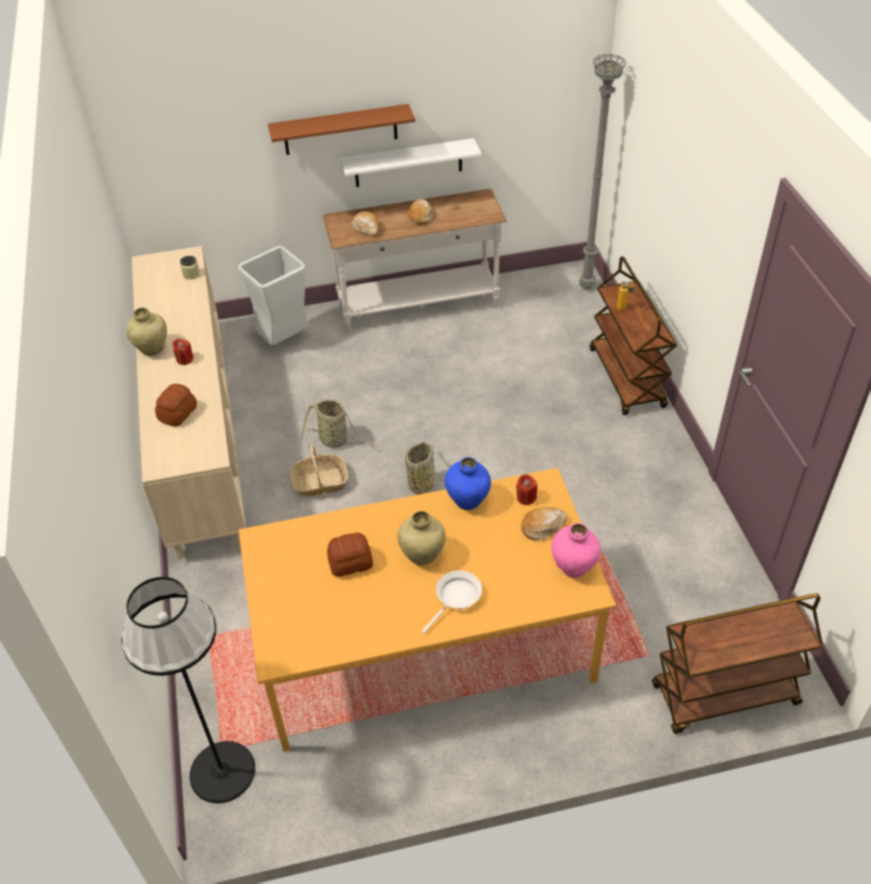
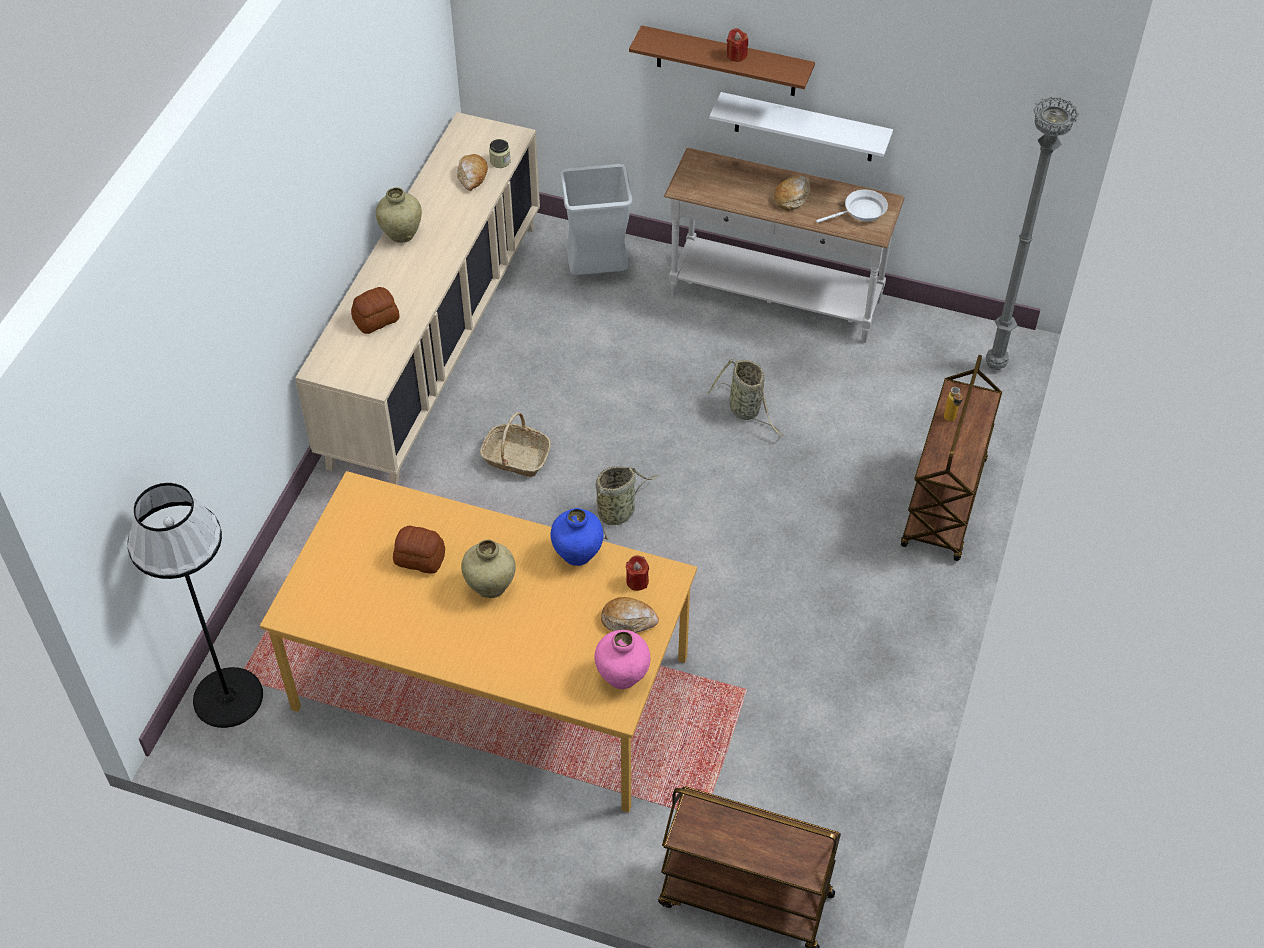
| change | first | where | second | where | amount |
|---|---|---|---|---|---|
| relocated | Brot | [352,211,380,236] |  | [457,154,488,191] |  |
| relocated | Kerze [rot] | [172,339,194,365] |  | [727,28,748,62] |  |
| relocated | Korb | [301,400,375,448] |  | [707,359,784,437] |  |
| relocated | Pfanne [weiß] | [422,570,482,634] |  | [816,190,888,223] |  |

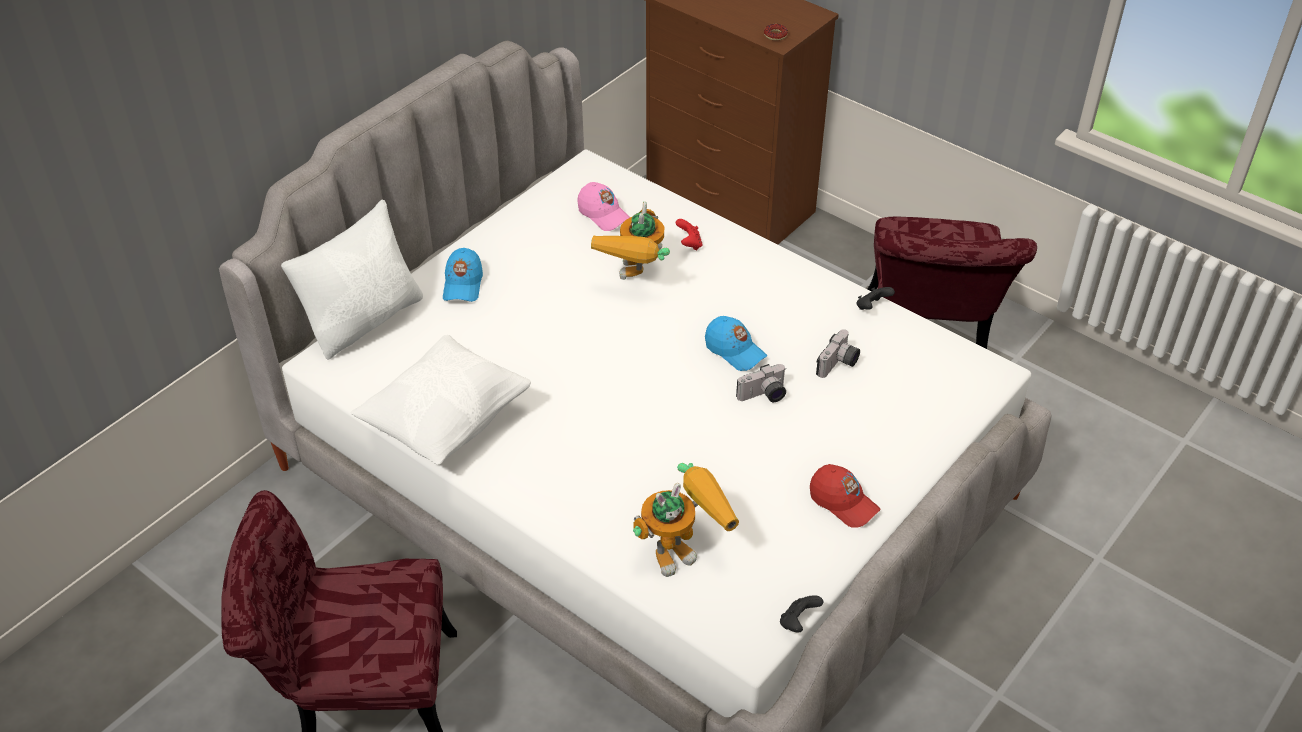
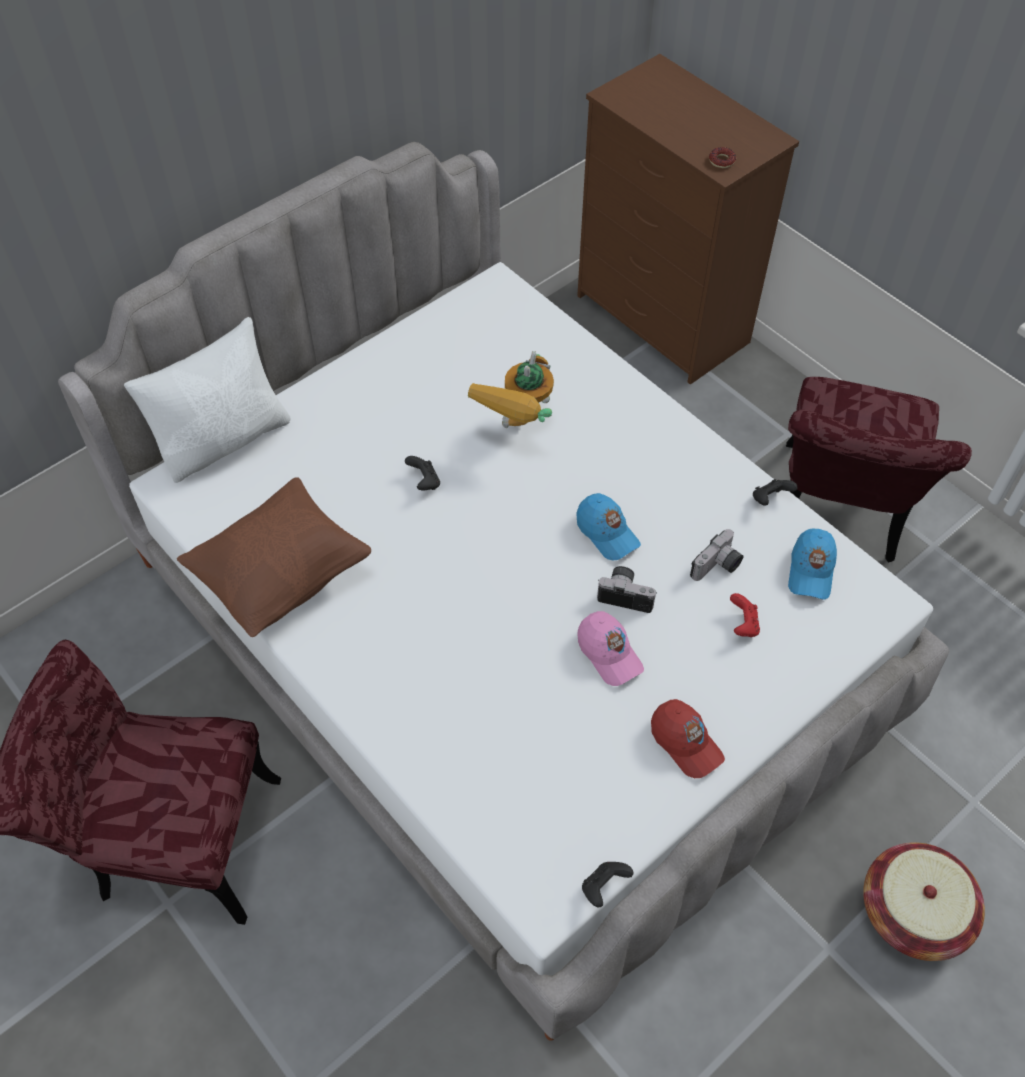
| change | first | where | second | where | amount |
|---|---|---|---|---|---|
| relocated | Kappe [rosa] | [577,182,630,231] |  | [578,611,644,686] |  |
| relocated | Gamepad [rot] | [676,219,703,250] |  | [730,593,760,637] |  |
| relocated | Kappe [blau] | [443,248,483,302] |  | [788,529,837,600] |  |
| colour | Kissen [weiß] | [351,335,531,464] | Kissen [braun] | [177,478,371,637] |  |
| spun | Kamera | [736,364,786,402] |  | [597,566,657,613] | 150 degrees counterclockwise |
| missing | Spielzeugroboter | [633,463,739,577] |  |  |  |
| appeared |  |  | Gamepad [schwarz] | [405,456,440,490] |  |
| appeared |  |  | Korb | [863,842,985,961] |  |

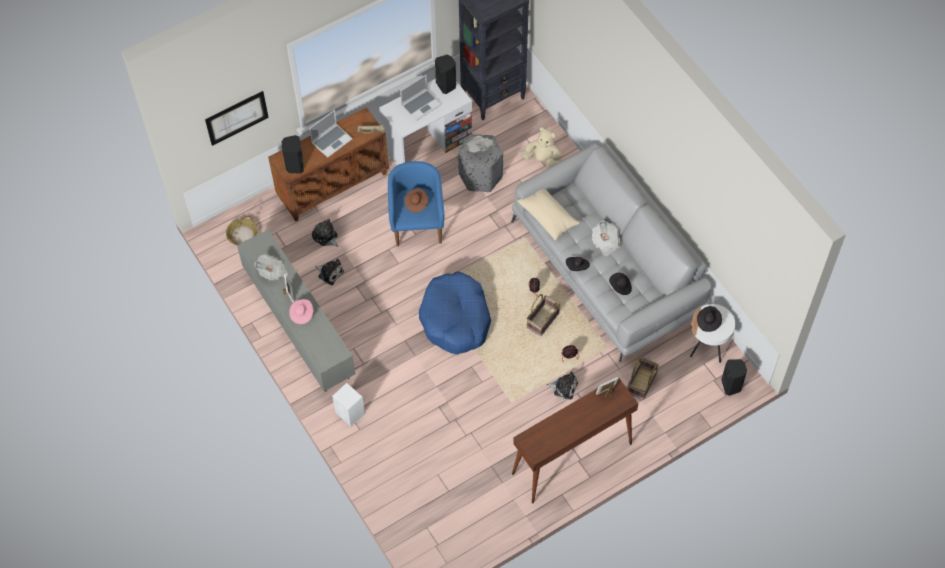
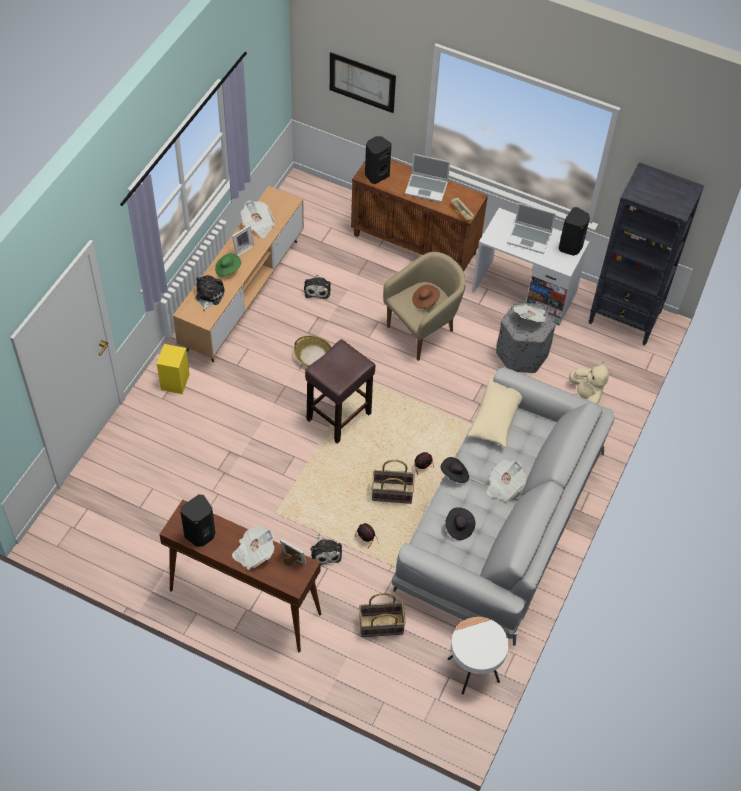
| change | first | where | second | where | amount |
|---|---|---|---|---|---|
| colour | Sessel [blau] | [388,161,444,247] | Sessel [beige] | [383,252,466,361] |  |
| relocated | Korb | [226,216,258,245] |  | [294,336,332,367] |  |
| relocated | Plüschtier | [312,219,339,246] |  | [195,275,225,312] |  |
| colour | Fernsehschrank [grau] | [237,229,355,391] | Fernsehschrank [braun] | [173,186,304,362] |  |
| exchanged | Hundebett [blau] | [419,272,491,355] | Hocker [braun] | [305,339,376,444] |  |
| colour | Hut [rosa] | [289,299,313,324] | Hut [grün] | [215,253,241,277] |  |
| missing | Hut [schwarz] | [697,306,722,332] |  |  |  |
| relocated | Lautsprecher [schwarz] | [721,359,747,396] |  | [180,494,215,547] |  |
| colour | Lautsprecher [weiß] | [332,383,365,426] | Lautsprecher [gelb] | [157,344,190,394] |  |
| appeared |  |  | Zeitung | [232,525,275,570] |  |

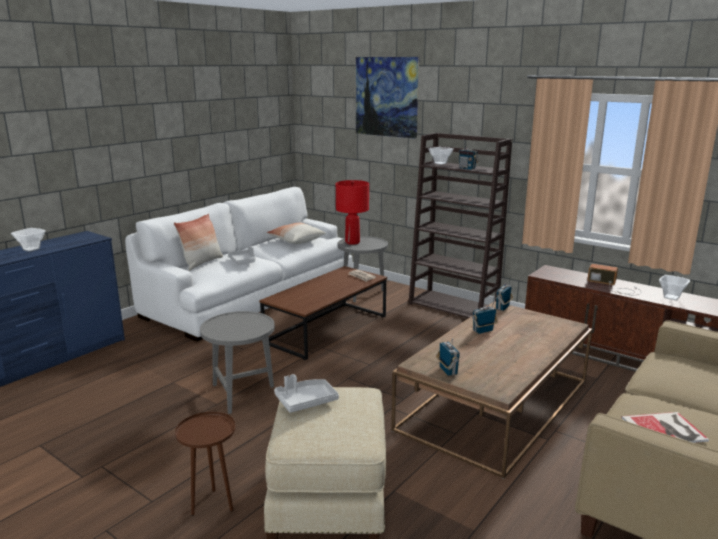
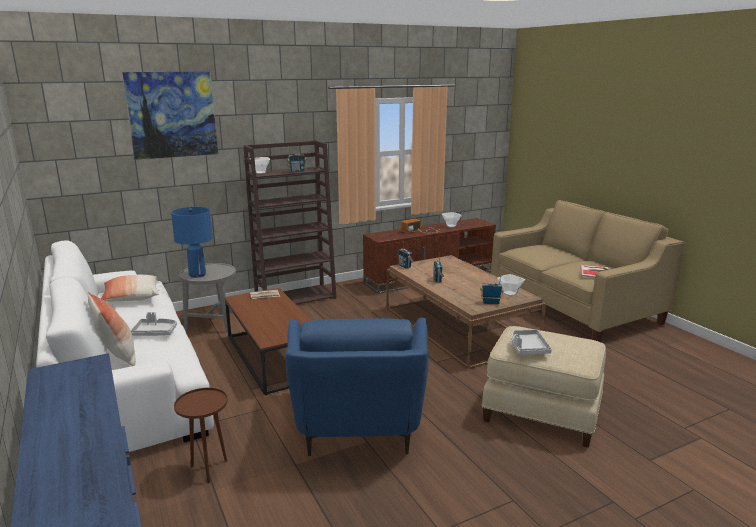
| change | first | where | second | where | amount |
|---|---|---|---|---|---|
| colour | Tischlampe [rot] | [336,180,369,245] | Tischlampe [blau] | [171,207,213,278] |  |
| relocated | Schüssel | [11,228,46,252] |  | [497,274,525,296] |  |
| exchanged | Beistelltisch [grau] | [200,311,275,414] | Sessel [blau] | [285,318,429,456] |  |
| relocated | Beistelltisch [braun] | [175,412,236,516] |  | [174,388,228,483] |  |

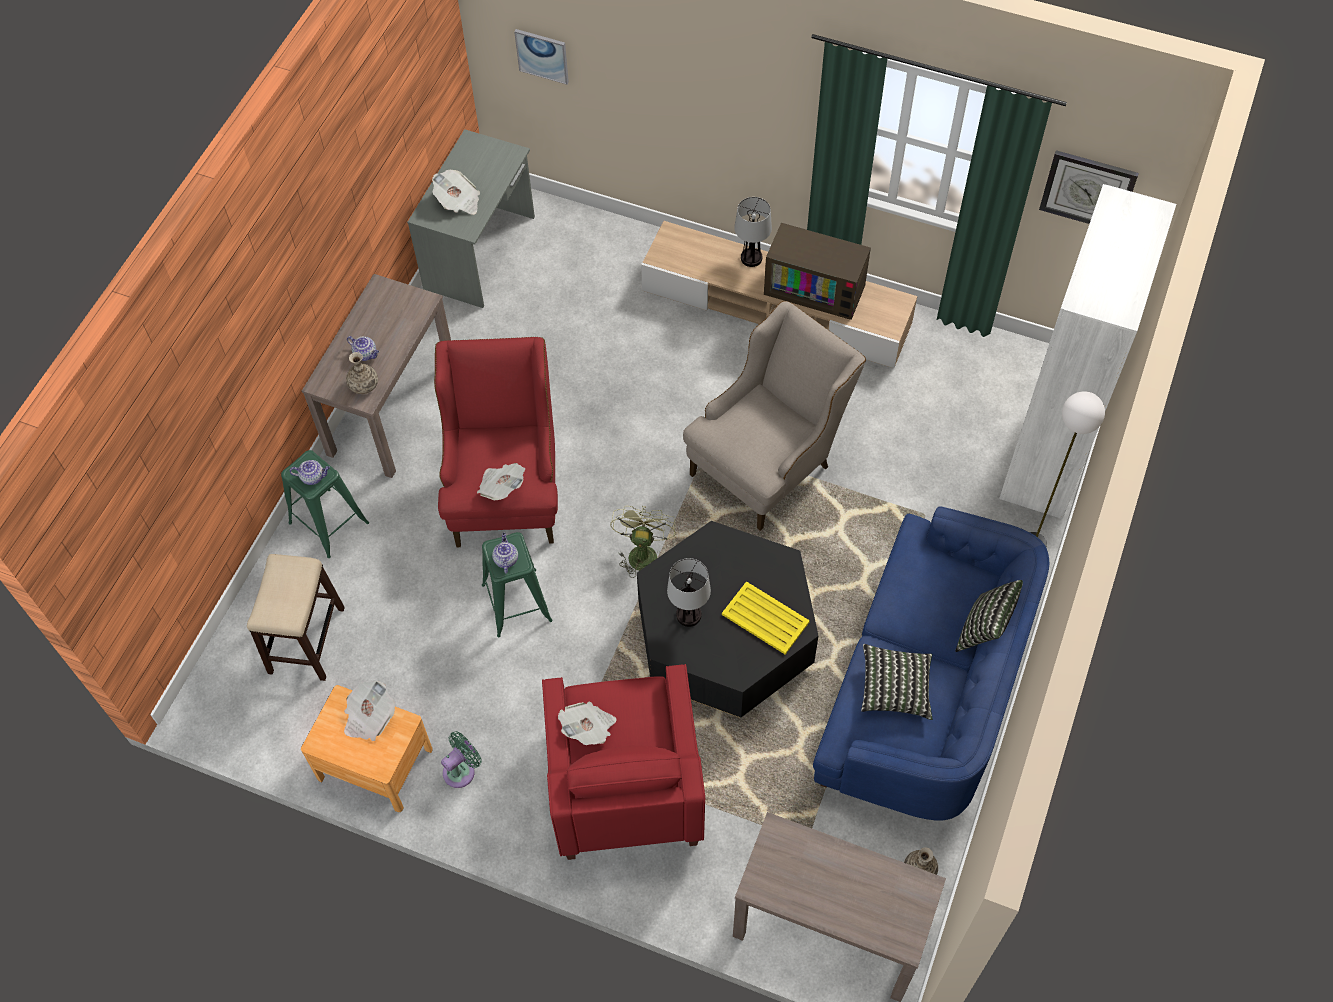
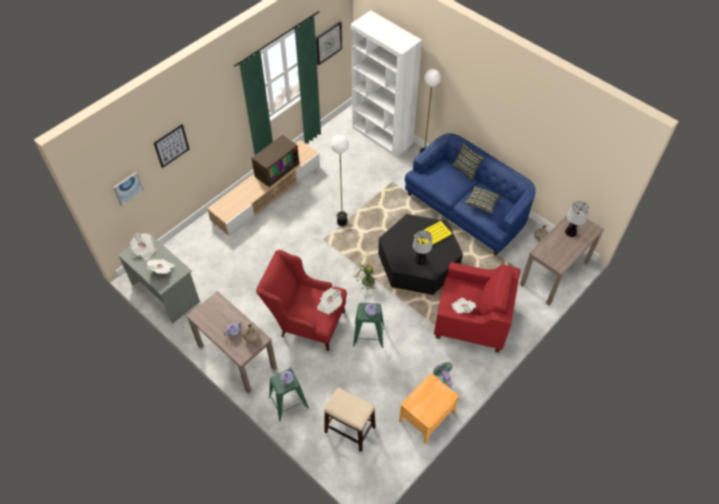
| change | first | where | second | where | amount |
|---|---|---|---|---|---|
| relocated | Tischlampe | [734,197,772,267] |  | [565,201,589,237] |  |
| exchanged | Sessel [beige] | [683,301,866,531] | Stehlampe | [331,135,349,226] |  |
| relocated | Zeitung | [344,681,395,741] |  | [130,233,156,260] |  |
| appeared |  |  | Bild | [154,124,189,168] |  |

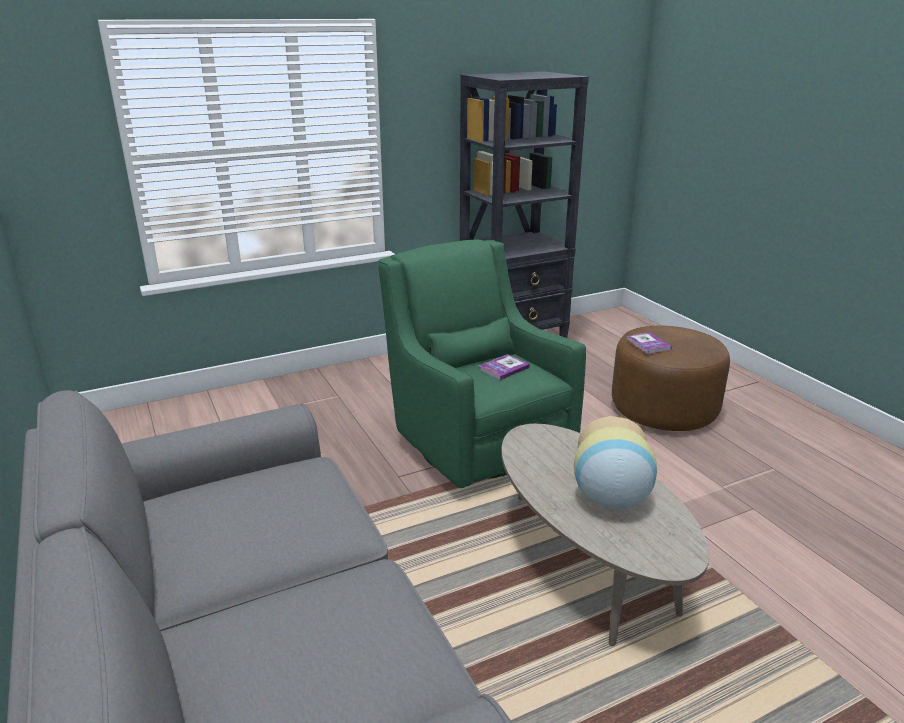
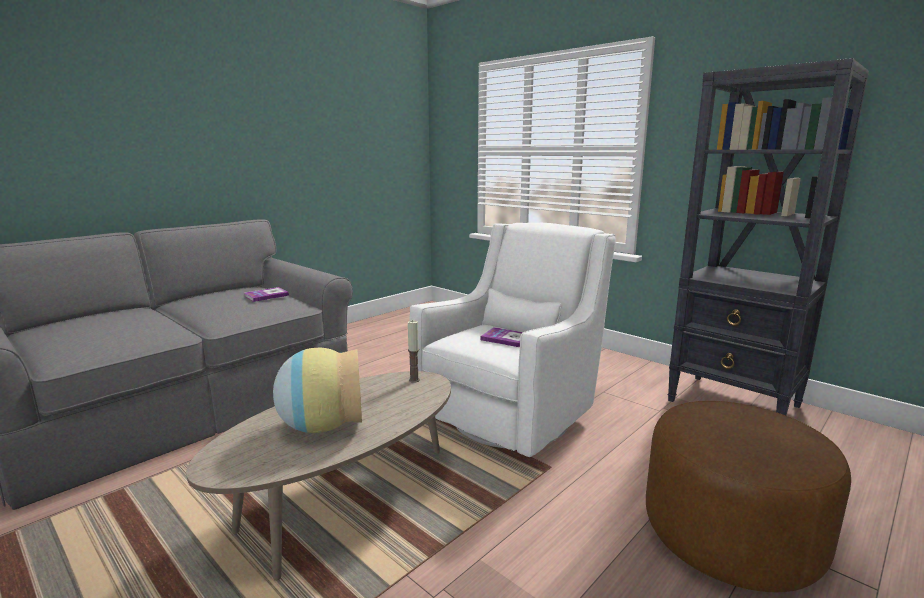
| change | first | where | second | where | amount |
|---|---|---|---|---|---|
| colour | Sessel [grün] | [378,240,586,488] | Sessel [weiß] | [409,223,616,457] |  |
| relocated | Buch | [627,332,672,354] |  | [244,287,289,302] |  |
| appeared |  |  | Kerze | [408,320,420,383] |  |

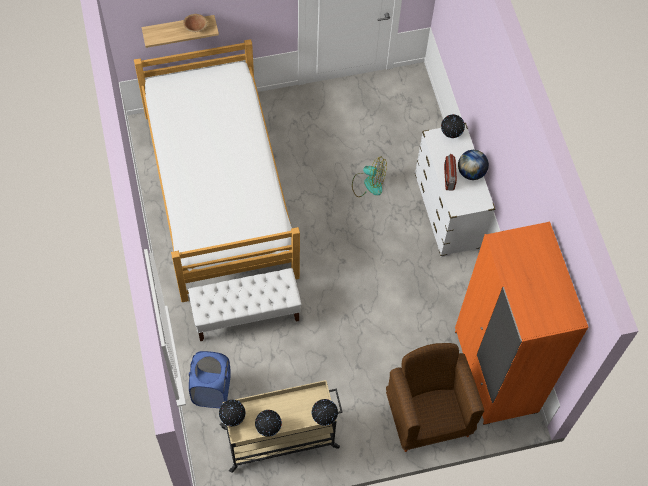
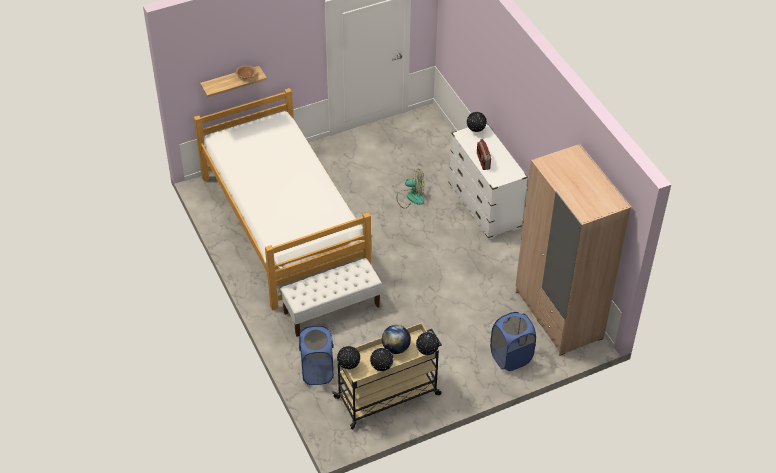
| change | first | where | second | where | amount |
|---|---|---|---|---|---|
| relocated | Globus | [458,150,489,180] |  | [382,325,411,354] |  |
| colour | Kleiderschrank [orange] | [455,221,588,425] | Kleiderschrank [beige] | [516,144,631,356] |  |
| exchanged | Sessel [braun] | [386,343,484,452] | Wäschekorb [blau] | [490,312,536,371] |  |

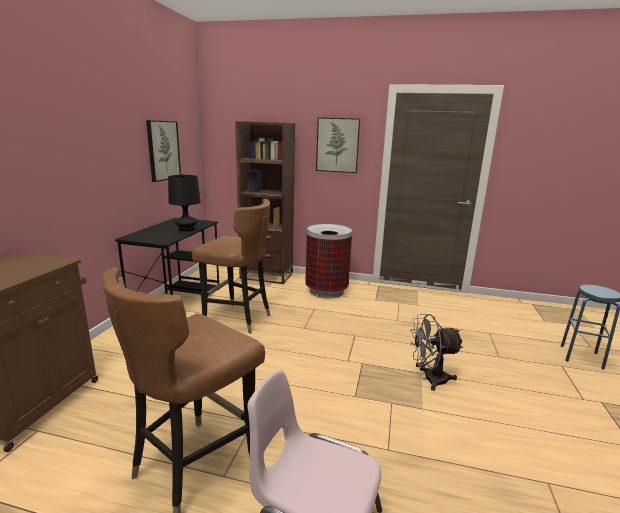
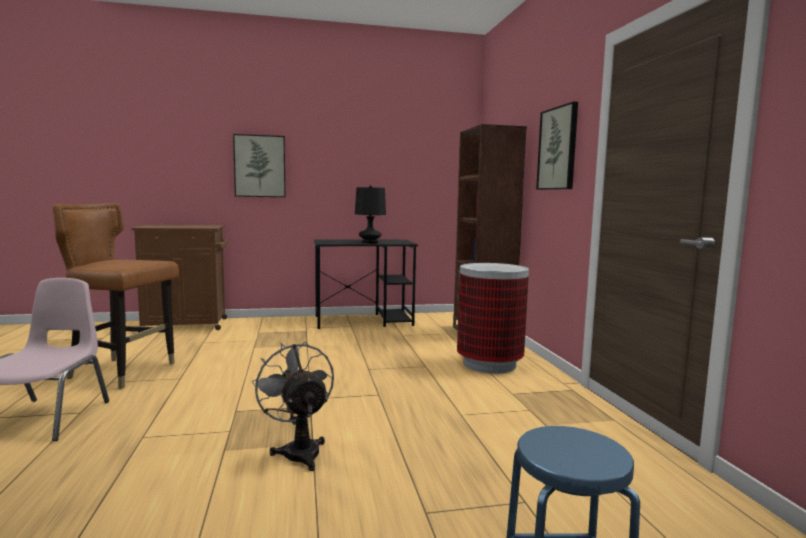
| change | first | where | second | where | amount |
|---|---|---|---|---|---|
| relocated | Bild | [146,120,181,182] |  | [233,134,286,197] |  |
| missing | Stuhl [braun] | [192,199,270,334] |  |  |  |

